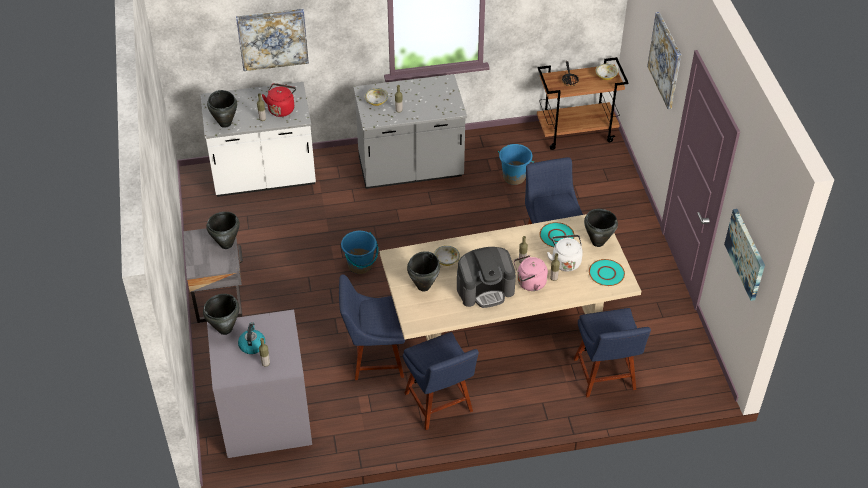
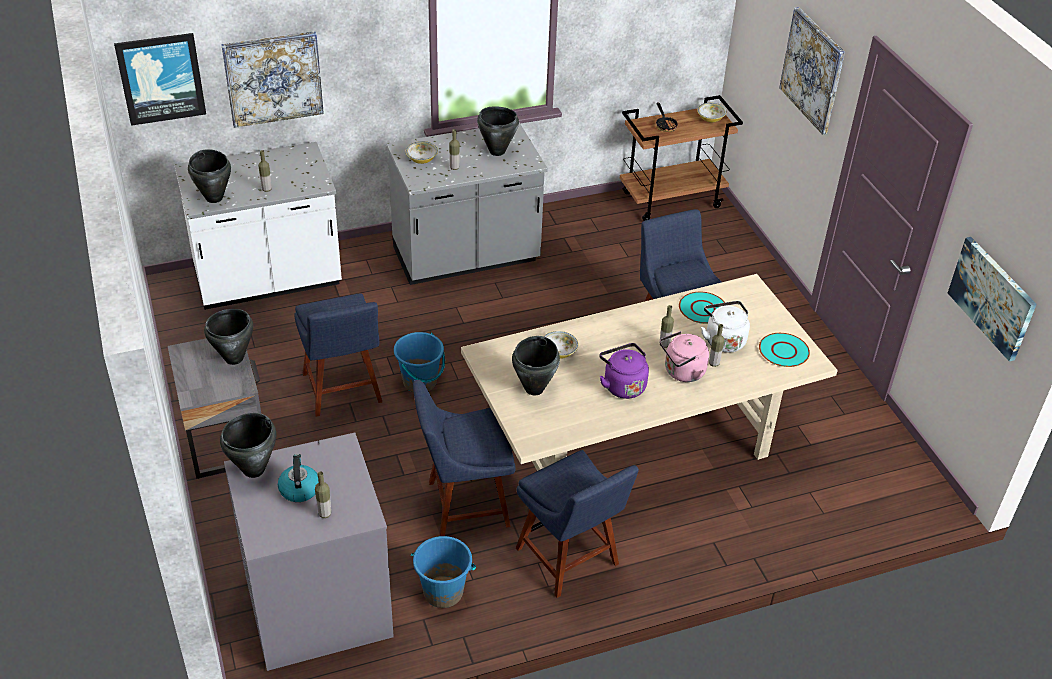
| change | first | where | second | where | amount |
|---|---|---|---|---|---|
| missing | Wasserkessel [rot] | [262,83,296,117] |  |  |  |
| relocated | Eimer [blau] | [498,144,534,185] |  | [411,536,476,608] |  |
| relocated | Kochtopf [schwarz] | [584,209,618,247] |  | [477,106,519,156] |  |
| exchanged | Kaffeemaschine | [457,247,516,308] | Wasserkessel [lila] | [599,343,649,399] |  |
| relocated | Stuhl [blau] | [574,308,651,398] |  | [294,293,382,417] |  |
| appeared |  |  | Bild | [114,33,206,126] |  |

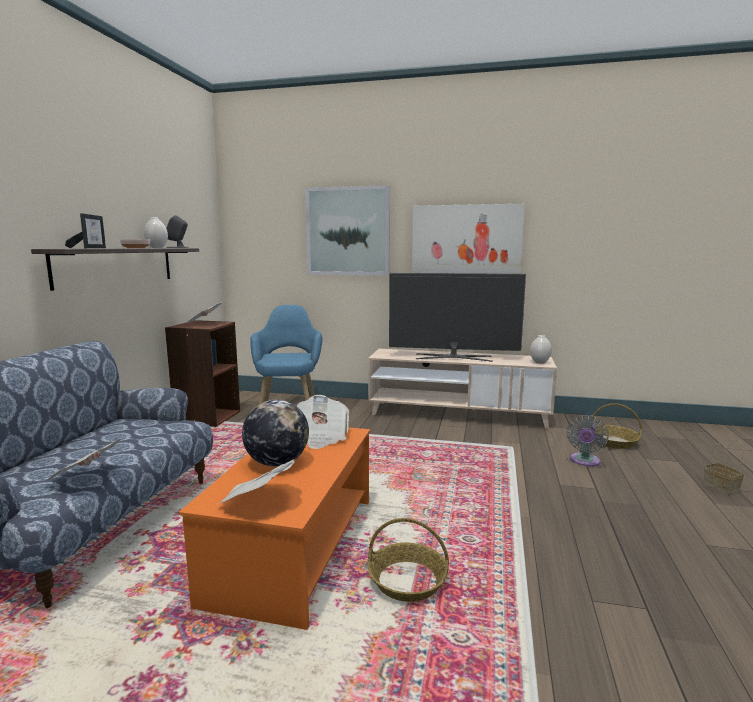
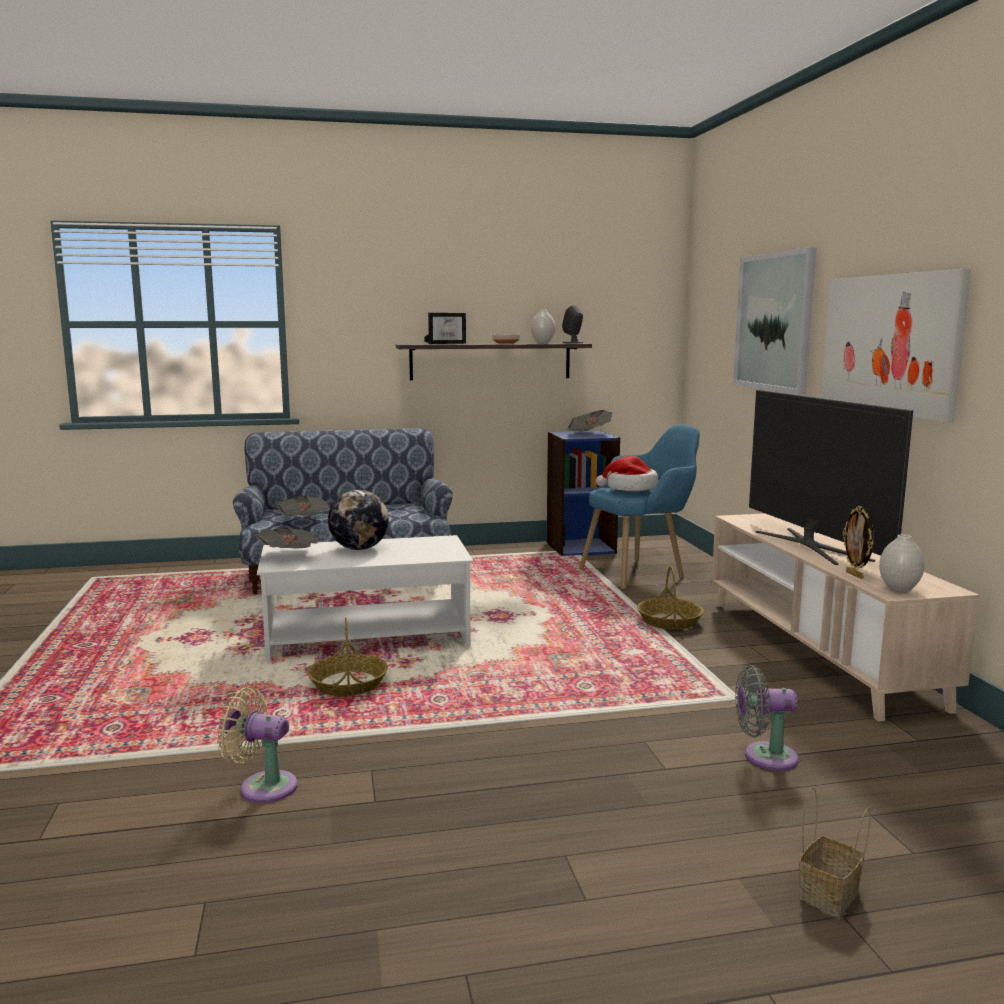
| change | first | where | second | where | amount |
|---|---|---|---|---|---|
| colour | Bücherregal [braun] | [165,320,240,427] | Bücherregal [blau] | [547,430,620,556] |  |
| missing | Zeitung | [297,395,349,449] |  |  |  |
| relocated | Korb | [591,403,642,449] |  | [637,566,704,630] |  |
| colour | Couchtisch [orange] | [179,427,370,630] | Couchtisch [weiß] | [257,535,473,662] |  |
| appeared |  |  | Hut | [596,456,659,491] |  |
| appeared |  |  | Bilderrahmen | [843,506,874,579] |  |
| appeared |  |  | Ventilator [beige] | [217,687,297,803] |  |

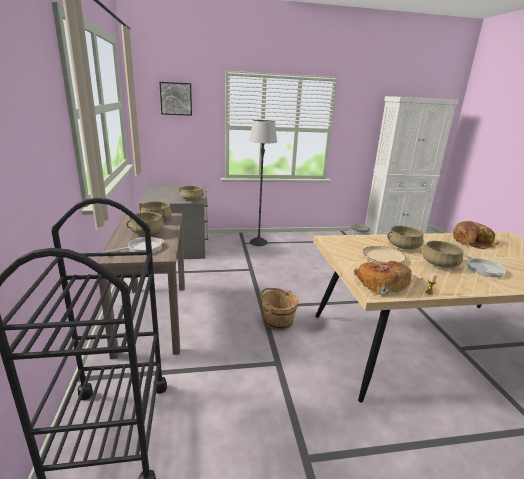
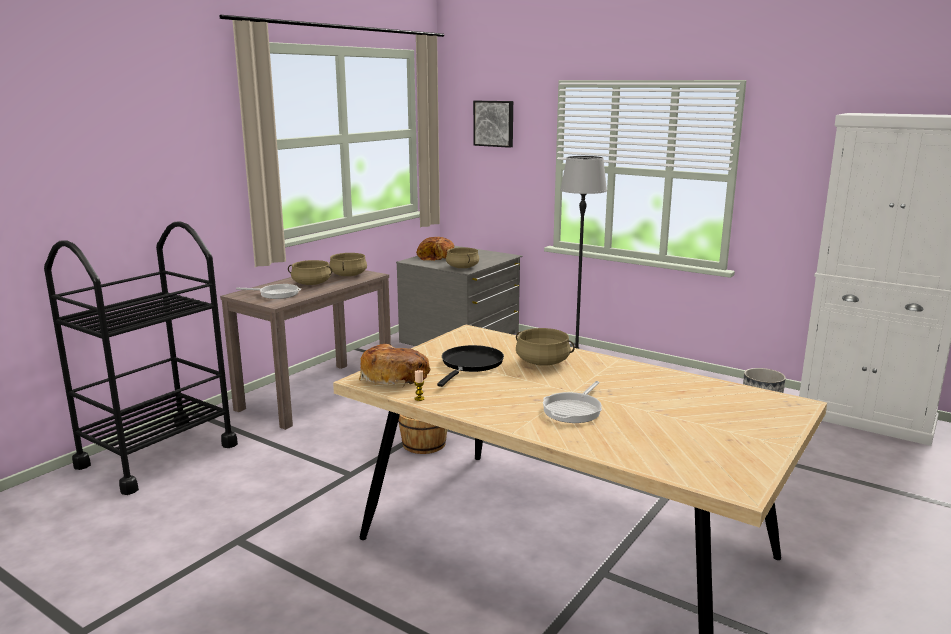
| change | first | where | second | where | amount |
|---|---|---|---|---|---|
| relocated | Brot | [453,221,499,249] |  | [416,237,454,261] |  |
| missing | Kochtopf [beige] | [422,241,464,268] |  |  |  |
| colour | Pfanne [beige] | [363,246,423,280] | Pfanne [schwarz] | [437,345,504,387] |  |

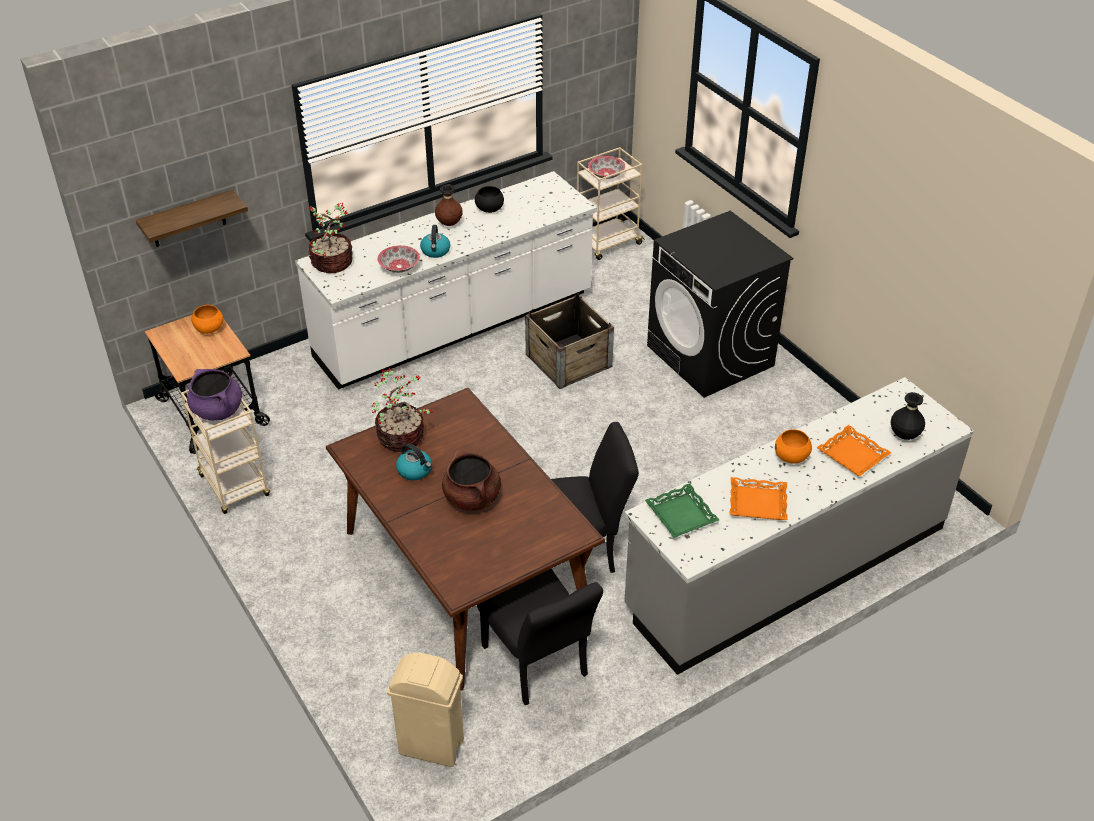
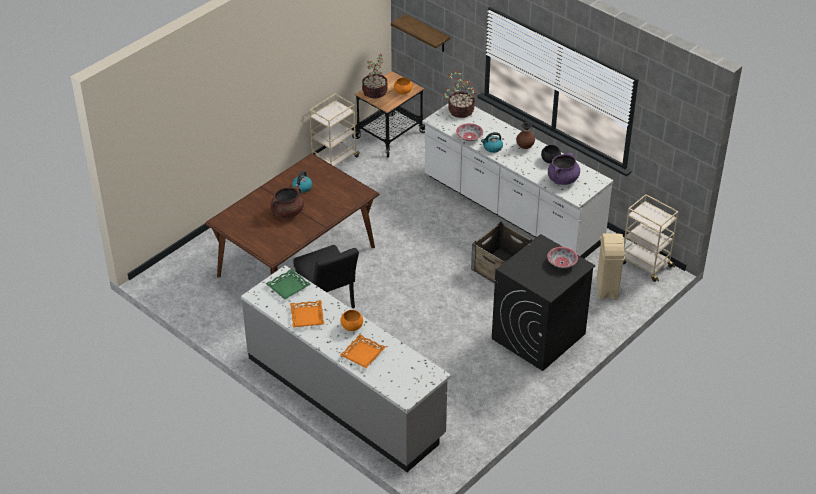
| change | first | where | second | where | amount |
|---|---|---|---|---|---|
| relocated | Schüssel | [588,156,626,179] |  | [547,247,578,268] |  |
| relocated | Topfpflanze | [372,368,433,452] |  | [362,54,388,99] |  |
| relocated | Kochtopf [lila] | [187,369,242,420] |  | [548,153,580,185] |  |
| missing | Vase [schwarz] | [891,392,925,440] |  |  |  |
| missing | Stuhl [schwarz] | [477,568,603,705] |  |  |  |
| relocated | Mülleimer [beige] | [387,652,464,767] |  | [597,234,625,300] |  |

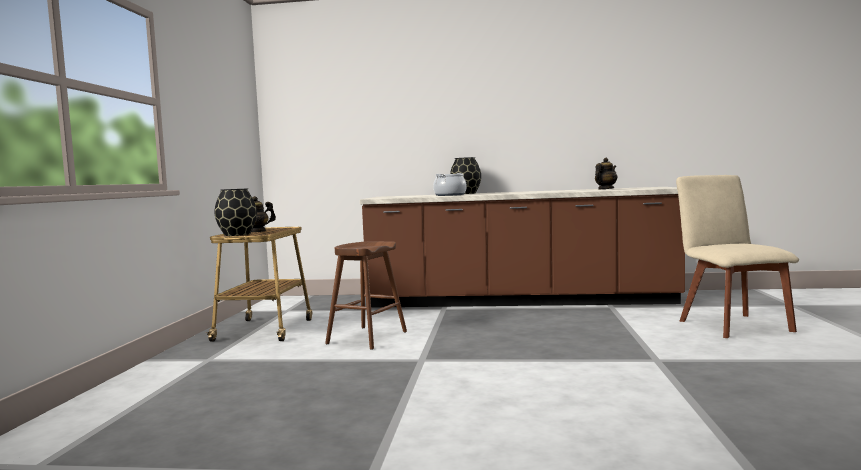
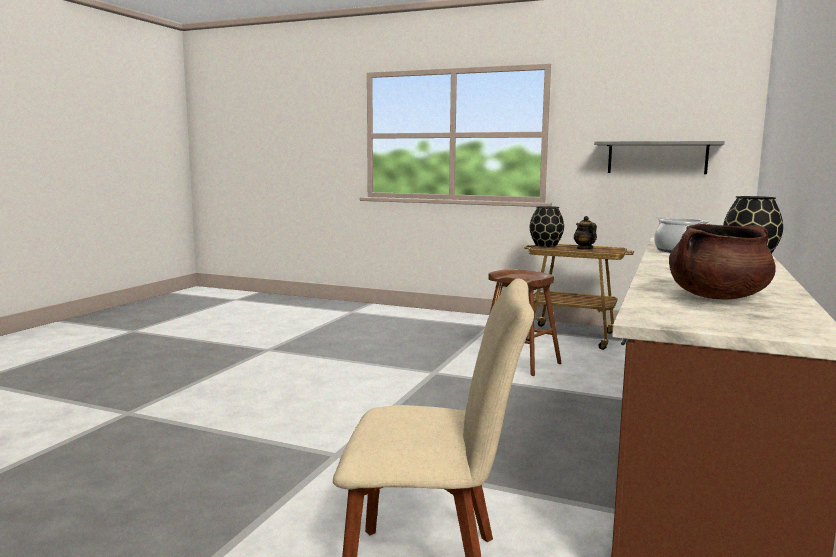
| change | first | where | second | where | amount |
|---|---|---|---|---|---|
| exchanged | Teekanne | [595,158,618,190] | Kochtopf [braun] | [669,224,776,299] |  |
| appeared |  |  | Wandregal [grau] | [594,141,725,174] |  |

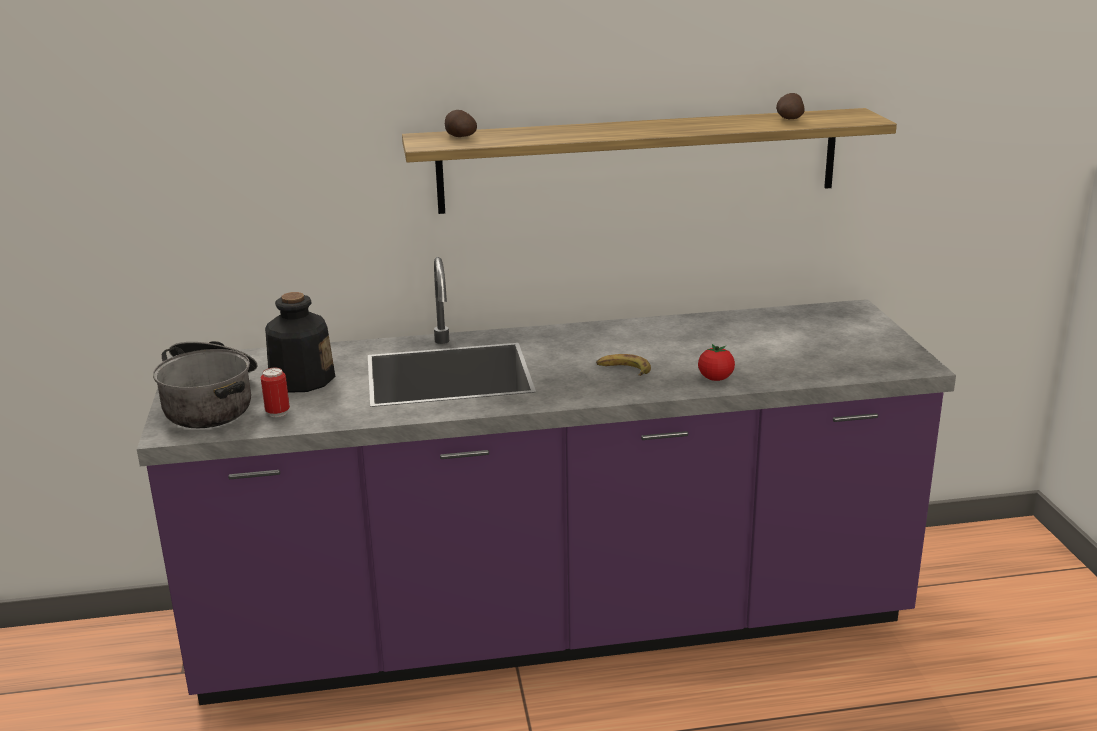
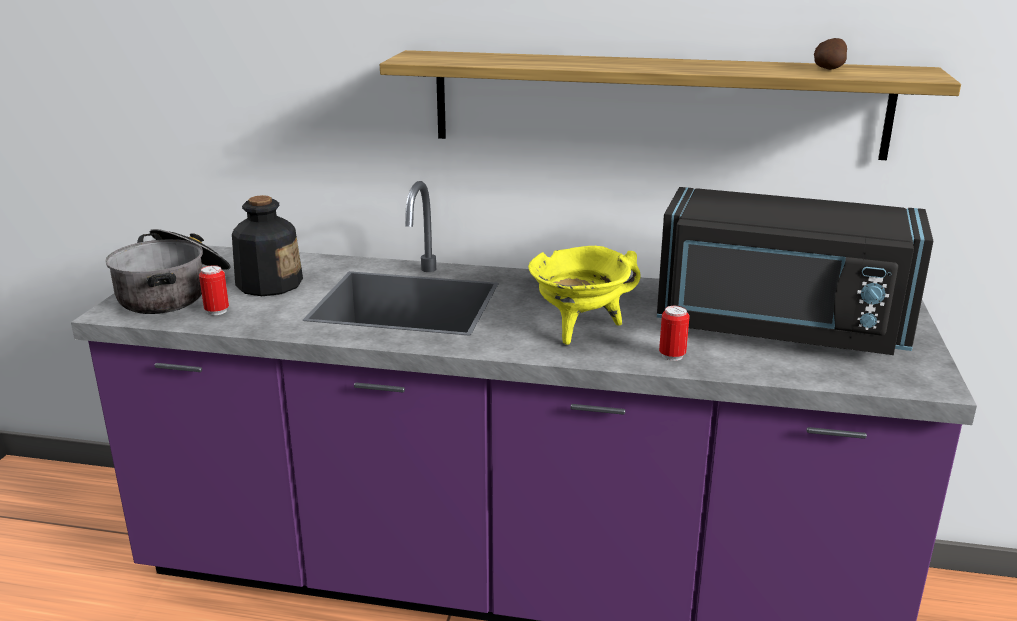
| change | first | where | second | where | amount |
|---|---|---|---|---|---|
| missing | Kartoffel | [445,110,477,137] |  |  |  |
| exchanged | Tomate | [698,344,735,381] | Dose | [659,306,690,361] |  |
| exchanged | Banane | [596,354,651,376] | Kochtopf [gelb] | [528,246,641,345] |  |
| appeared |  |  | Mikrowelle [schwarz] | [657,187,933,355] |  |

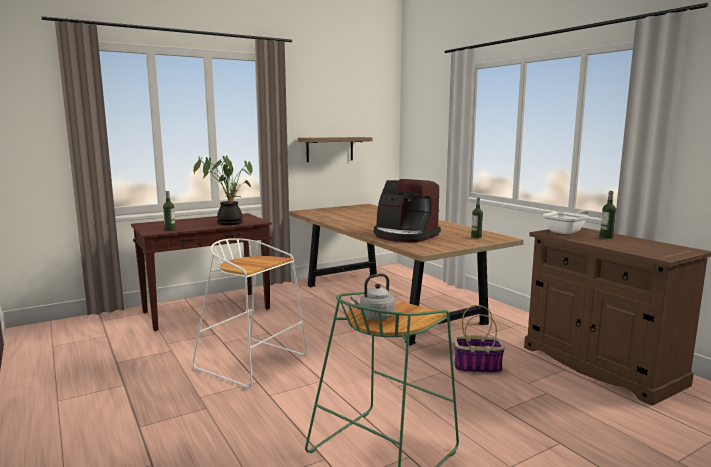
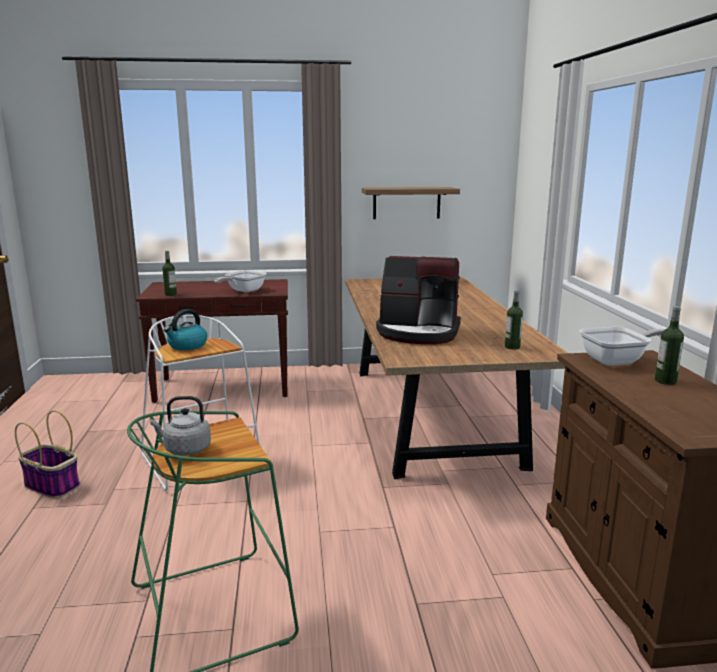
| change | first | where | second | where | amount |
|---|---|---|---|---|---|
| exchanged | Topfpflanze | [193,155,253,225] | Pfanne | [214,270,267,292] |  |
| spun | Kaffeemaschine | [374,179,441,242] |  | [376,256,461,344] | 45 degrees counterclockwise |
| relocated | Korb | [454,305,505,374] |  | [15,410,80,499] |  |
| appeared |  |  | Wasserkessel | [164,309,207,350] |  |

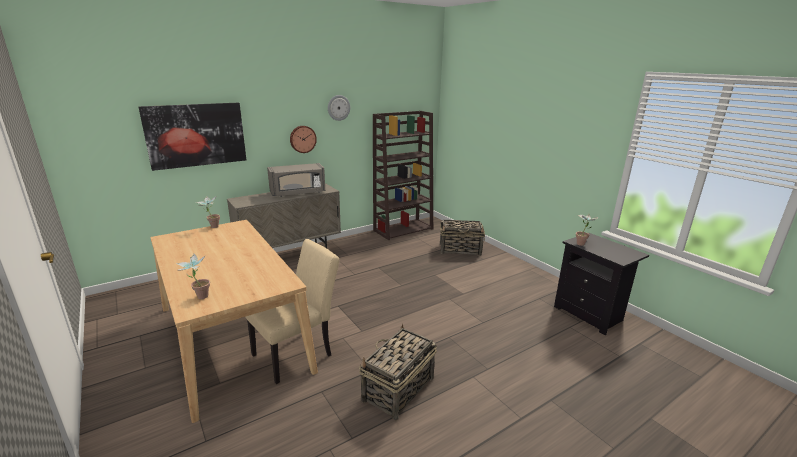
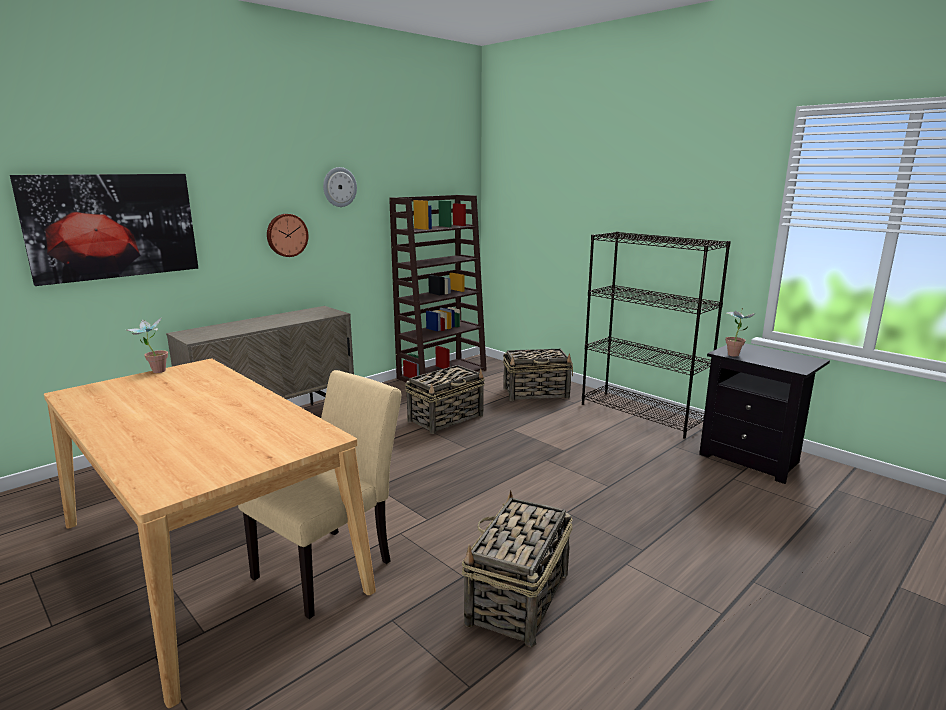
| change | first | where | second | where | amount |
|---|---|---|---|---|---|
| missing | Mikrowelle [grau] | [267,163,325,197] |  |  |  |
| missing | Topfpflanze | [177,254,210,299] |  |  |  |
| appeared |  |  | Bücherregal [schwarz] | [582,231,731,439] |  |
| appeared |  |  | Korb | [405,365,485,434] |  |

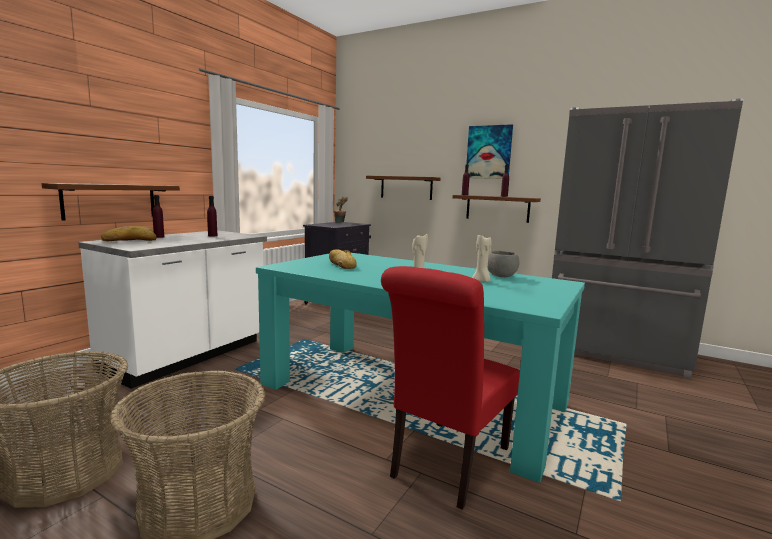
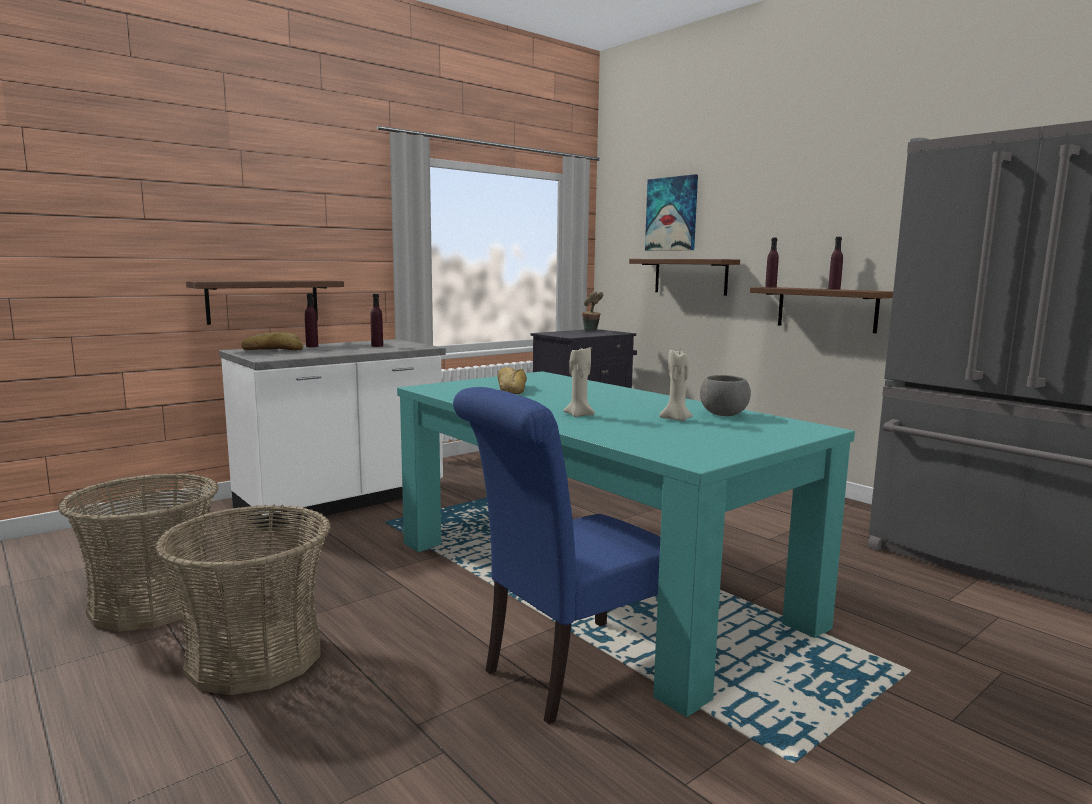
| change | first | where | second | where | amount |
|---|---|---|---|---|---|
| relocated | Bild | [466,124,513,179] |  | [645,174,698,251] |  |
| colour | Stuhl [rot] | [381,266,520,510] | Stuhl [blau] | [453,387,661,725] |  |

